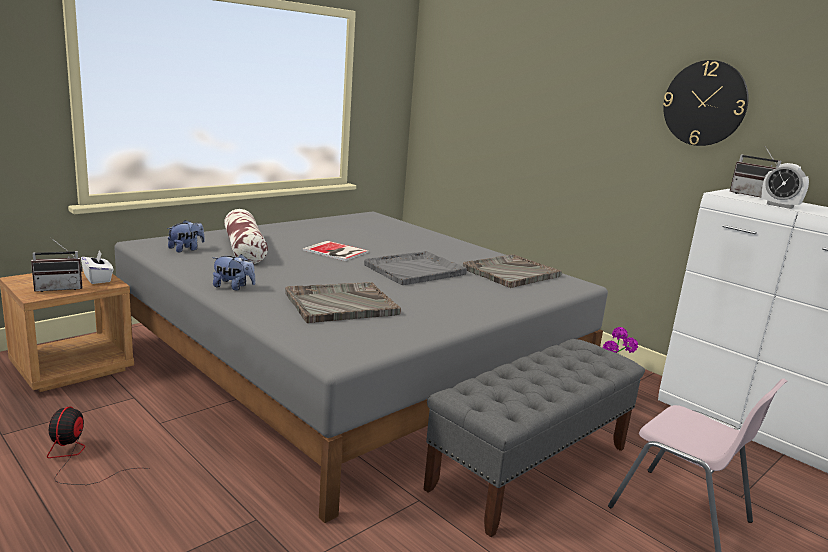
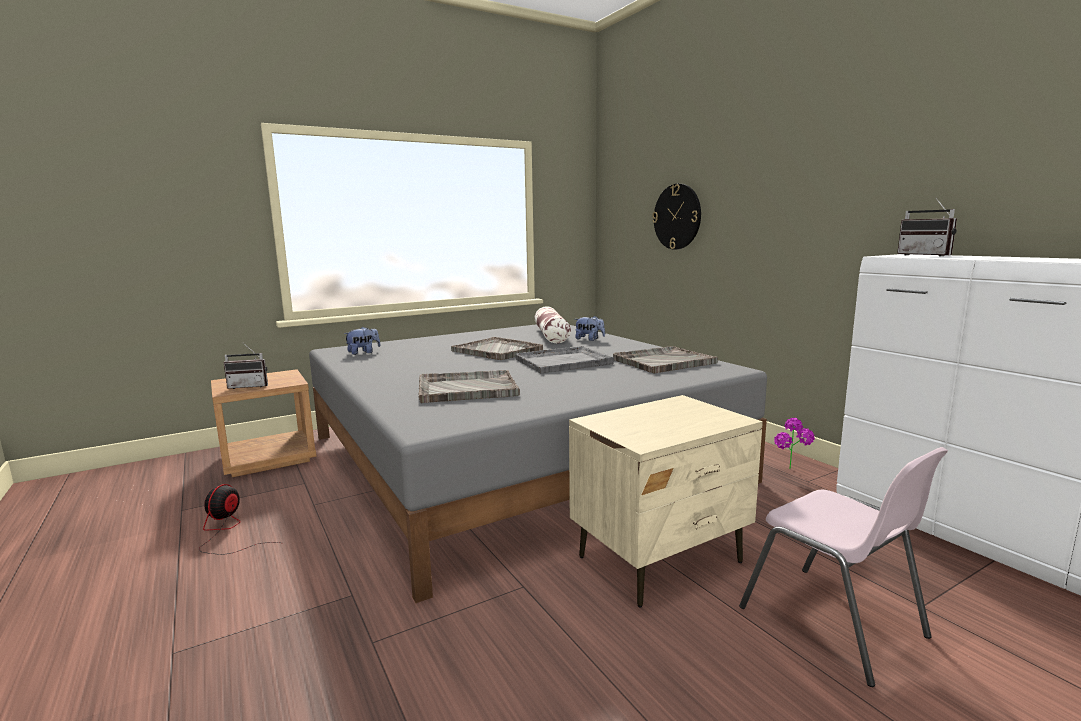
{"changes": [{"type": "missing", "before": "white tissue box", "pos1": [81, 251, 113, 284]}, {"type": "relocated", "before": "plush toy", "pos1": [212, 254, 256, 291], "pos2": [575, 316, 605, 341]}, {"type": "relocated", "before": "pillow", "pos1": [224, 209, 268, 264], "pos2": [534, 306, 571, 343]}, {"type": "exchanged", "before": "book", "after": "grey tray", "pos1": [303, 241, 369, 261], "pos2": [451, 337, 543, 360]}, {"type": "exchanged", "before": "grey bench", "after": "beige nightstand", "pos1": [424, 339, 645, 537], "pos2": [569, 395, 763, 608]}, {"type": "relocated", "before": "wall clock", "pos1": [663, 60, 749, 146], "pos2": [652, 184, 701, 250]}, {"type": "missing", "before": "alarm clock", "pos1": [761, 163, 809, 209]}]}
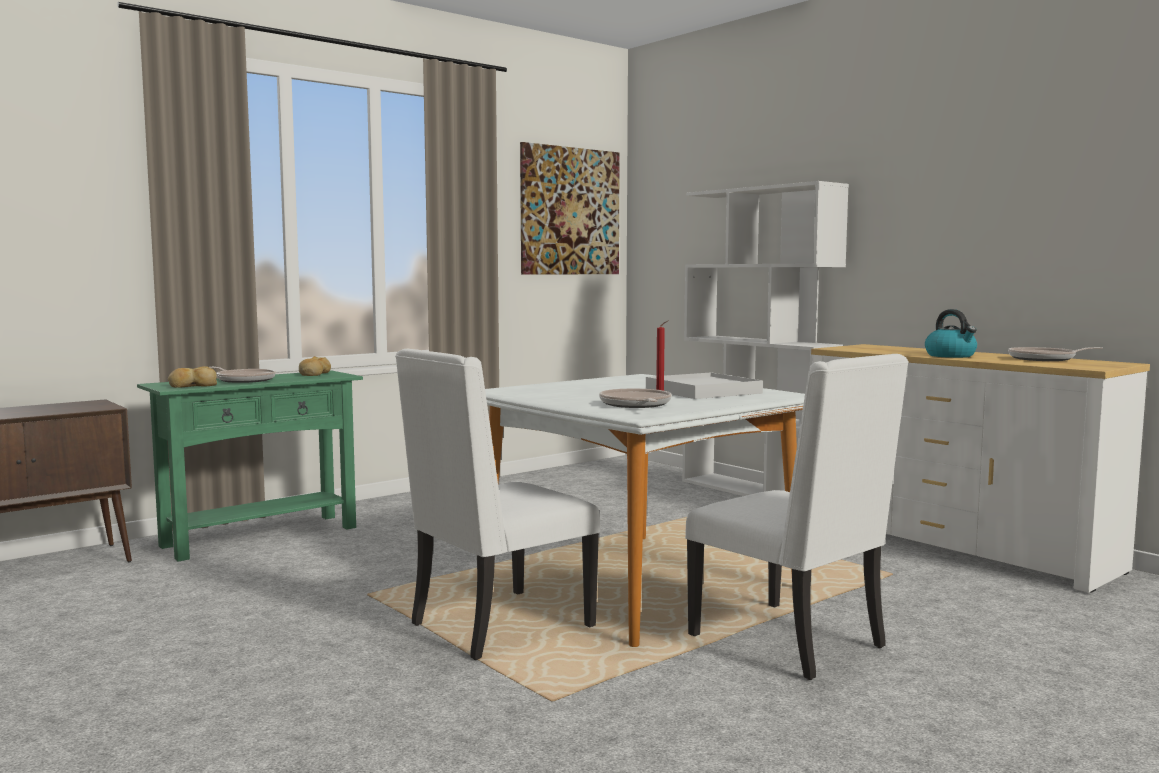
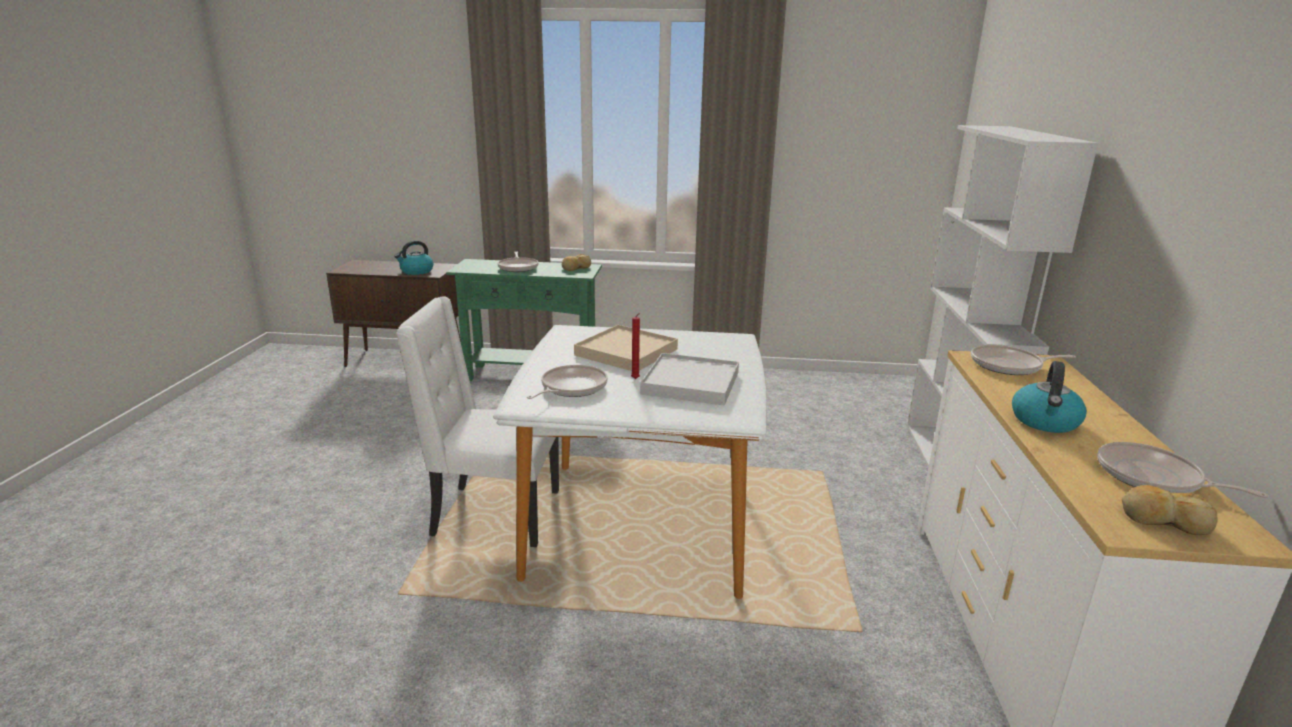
{"changes": [{"type": "relocated", "before": "bread", "pos1": [168, 366, 217, 388], "pos2": [1122, 485, 1218, 535]}, {"type": "missing", "before": "picture", "pos1": [520, 142, 620, 275]}, {"type": "missing", "before": "white chair", "pos1": [685, 354, 909, 680]}, {"type": "appeared", "after": "kettle", "pos2": [394, 240, 433, 275]}, {"type": "appeared", "after": "beige tray", "pos2": [574, 325, 678, 371]}, {"type": "appeared", "after": "frying pan", "pos2": [971, 345, 1076, 375]}]}
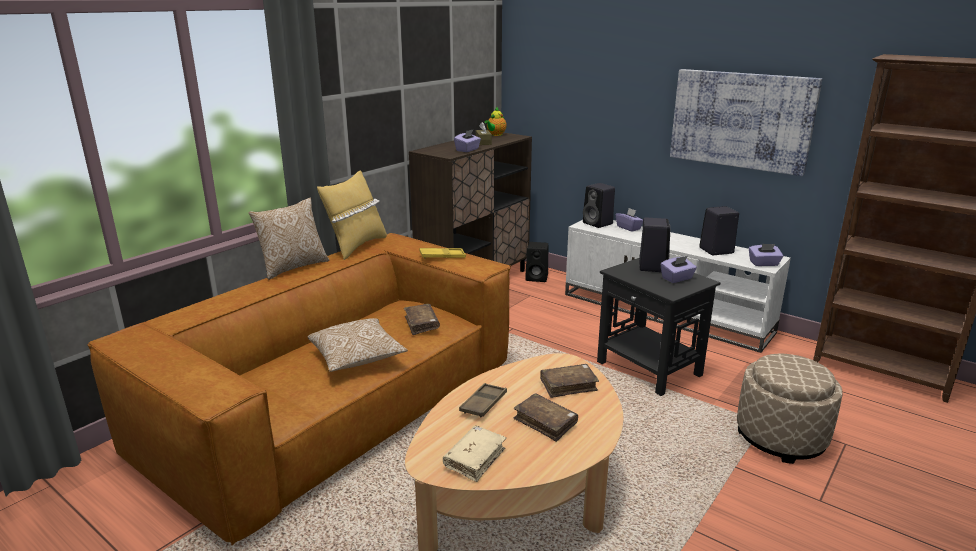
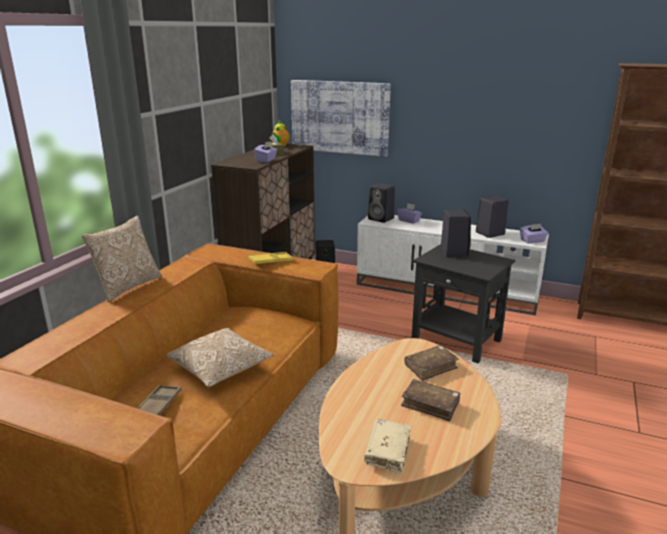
{"changes": [{"type": "missing", "before": "yellow pillow", "pos1": [317, 170, 387, 260]}, {"type": "missing", "before": "brown book", "pos1": [404, 304, 440, 335]}, {"type": "relocated", "before": "brown tray", "pos1": [459, 383, 507, 418], "pos2": [138, 385, 182, 415]}, {"type": "missing", "before": "purple tissue box", "pos1": [661, 256, 697, 283]}, {"type": "relocated", "before": "picture", "pos1": [670, 69, 822, 176], "pos2": [291, 80, 391, 157]}, {"type": "missing", "before": "beige ottoman", "pos1": [737, 354, 843, 464]}]}
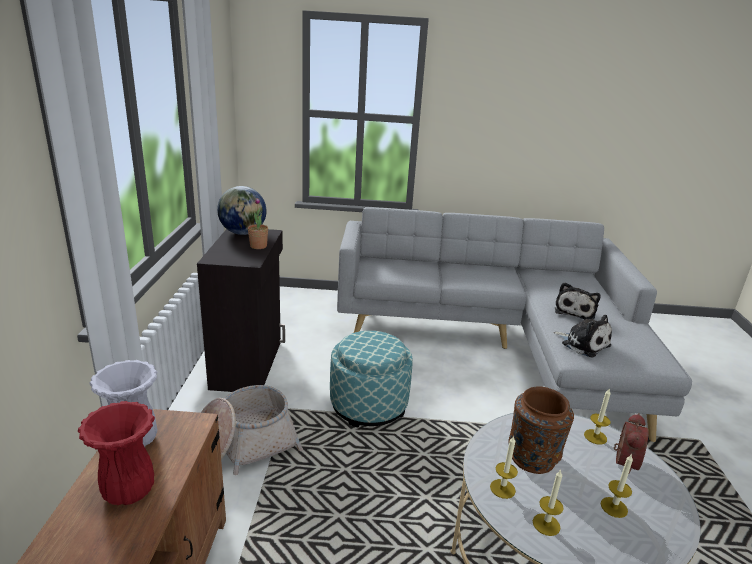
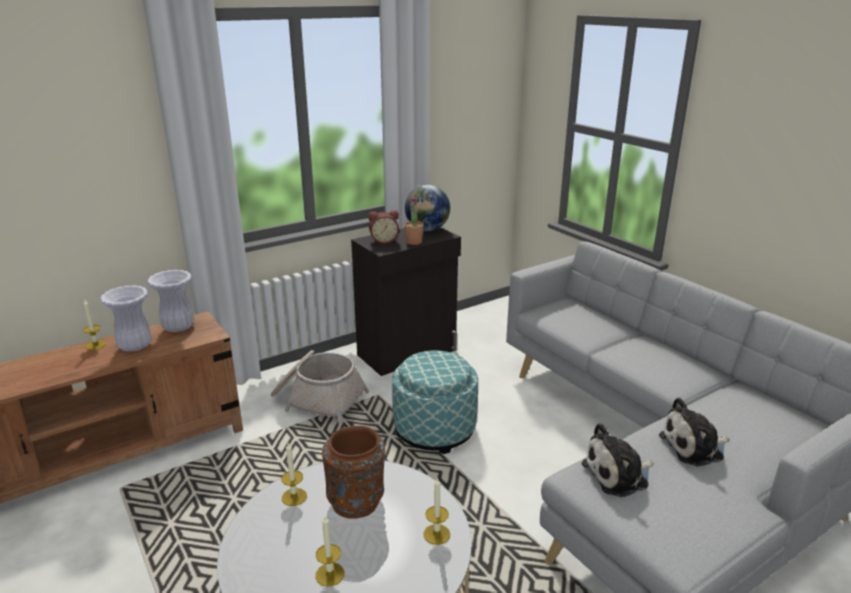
{"changes": [{"type": "colour", "before": "red vase", "after": "white vase", "pos1": [78, 401, 155, 506], "pos2": [100, 285, 152, 352]}, {"type": "relocated", "before": "candle", "pos1": [533, 470, 564, 536], "pos2": [83, 300, 106, 350]}, {"type": "spun", "before": "plush toy", "pos1": [553, 315, 612, 358], "pos2": [581, 423, 654, 497], "turn": 60}, {"type": "relocated", "before": "alarm clock", "pos1": [614, 413, 649, 474], "pos2": [368, 210, 399, 244]}]}
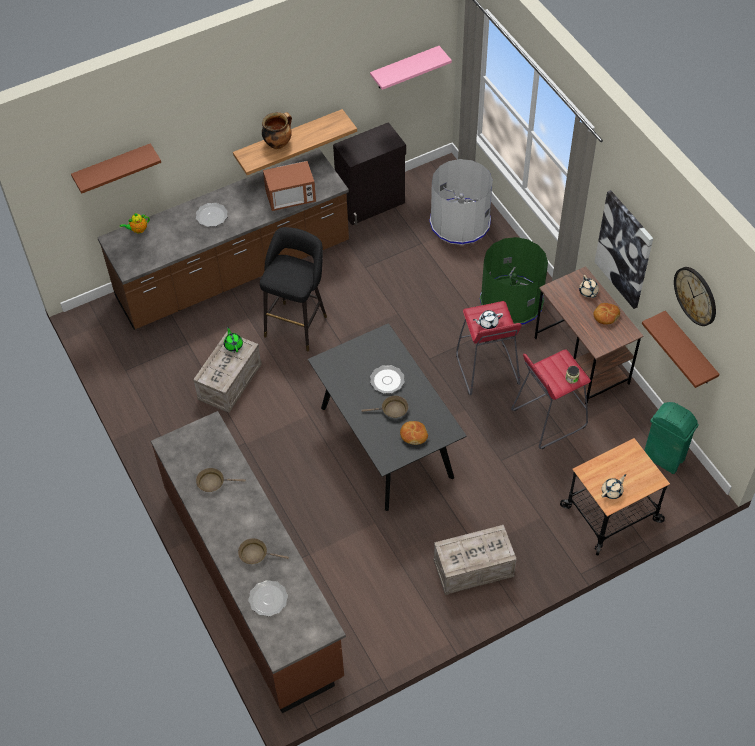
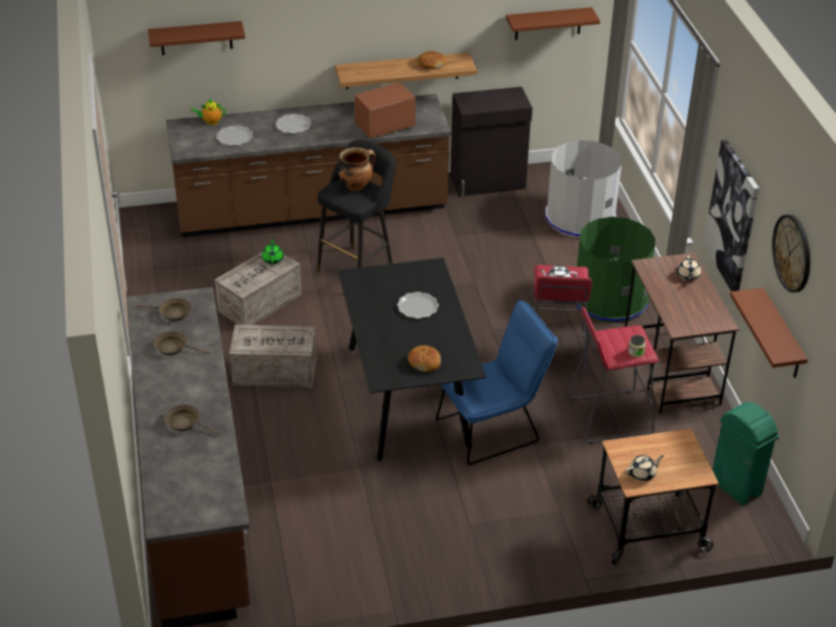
{"changes": [{"type": "relocated", "before": "plate", "pos1": [248, 580, 288, 617], "pos2": [217, 125, 253, 146]}, {"type": "relocated", "before": "cooking pot", "pos1": [262, 112, 292, 149], "pos2": [337, 147, 376, 191]}, {"type": "spun", "before": "microwave", "pos1": [263, 161, 316, 211], "pos2": [354, 82, 416, 139], "turn": 150}, {"type": "relocated", "before": "brown frying pan", "pos1": [362, 396, 408, 418], "pos2": [137, 298, 191, 321]}, {"type": "colour", "before": "pink shelf", "after": "brown shelf", "pos1": [370, 46, 452, 90], "pos2": [506, 7, 600, 40]}, {"type": "relocated", "before": "crate", "pos1": [434, 525, 517, 595], "pos2": [229, 325, 316, 388]}, {"type": "relocated", "before": "bread", "pos1": [594, 303, 620, 325], "pos2": [418, 51, 447, 69]}, {"type": "appeared", "after": "blue chair", "pos2": [436, 300, 558, 465]}]}
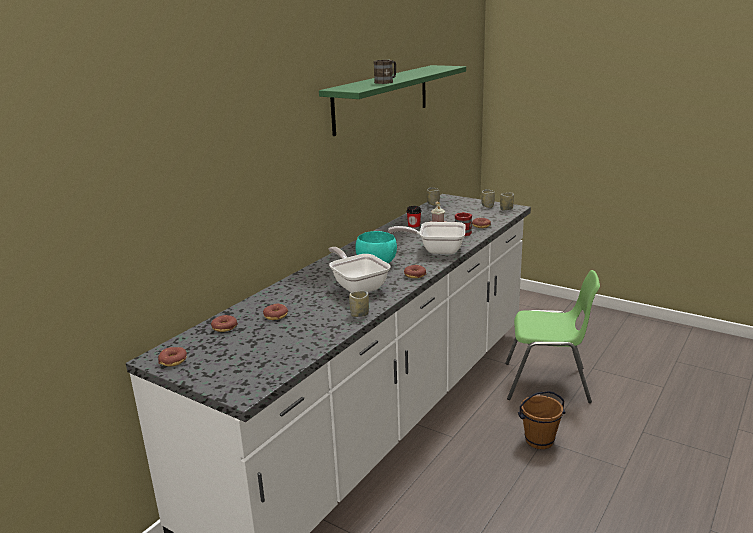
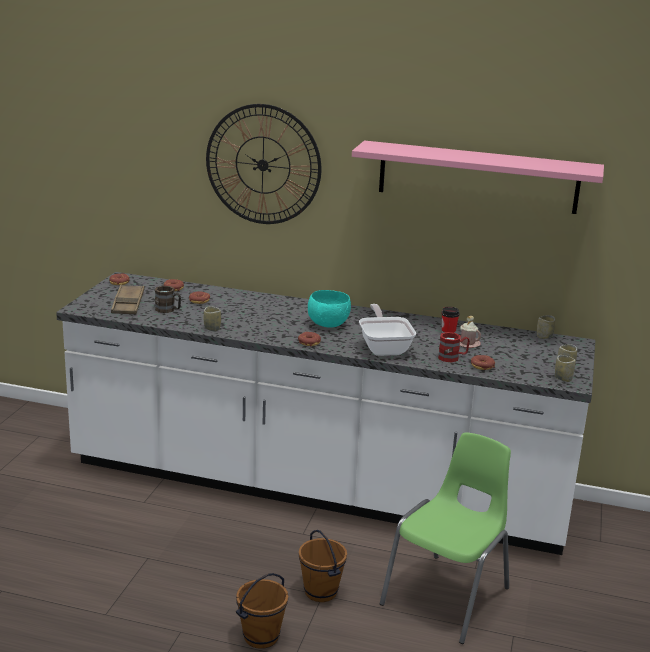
{"changes": [{"type": "colour", "before": "green shelf", "after": "pink shelf", "pos1": [319, 65, 466, 136], "pos2": [352, 140, 604, 214]}, {"type": "missing", "before": "frying pan", "pos1": [329, 247, 390, 293]}, {"type": "relocated", "before": "brown mug", "pos1": [374, 60, 396, 84], "pos2": [155, 286, 181, 313]}, {"type": "spun", "before": "green chair", "pos1": [505, 270, 600, 403], "pos2": [379, 432, 511, 644], "turn": -135}, {"type": "appeared", "after": "brown tray", "pos2": [111, 285, 144, 315]}, {"type": "appeared", "after": "wall clock", "pos2": [206, 104, 321, 224]}, {"type": "appeared", "after": "brown bucket", "pos2": [236, 573, 288, 649]}]}
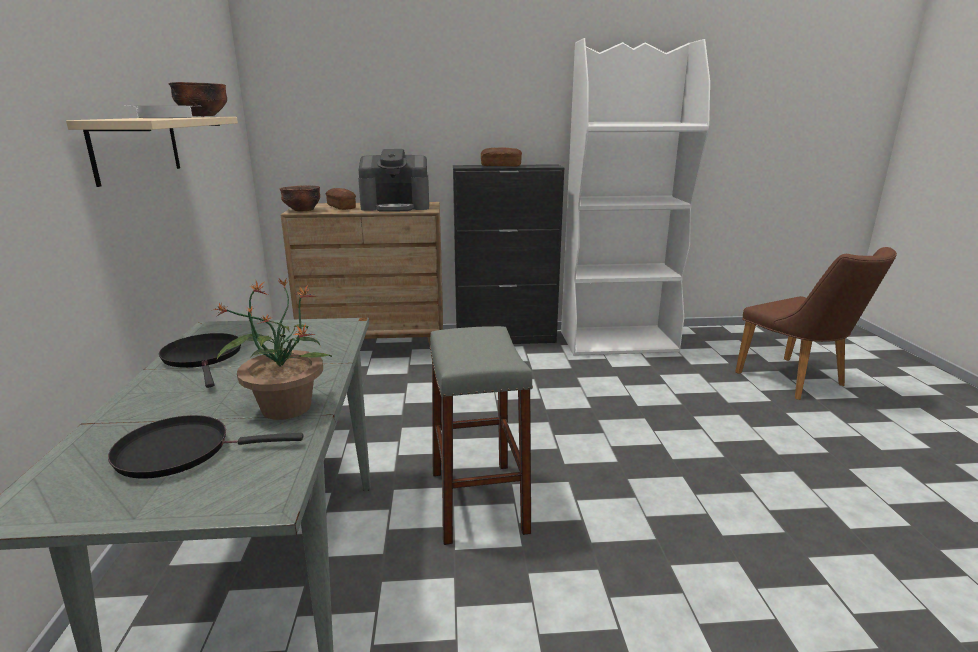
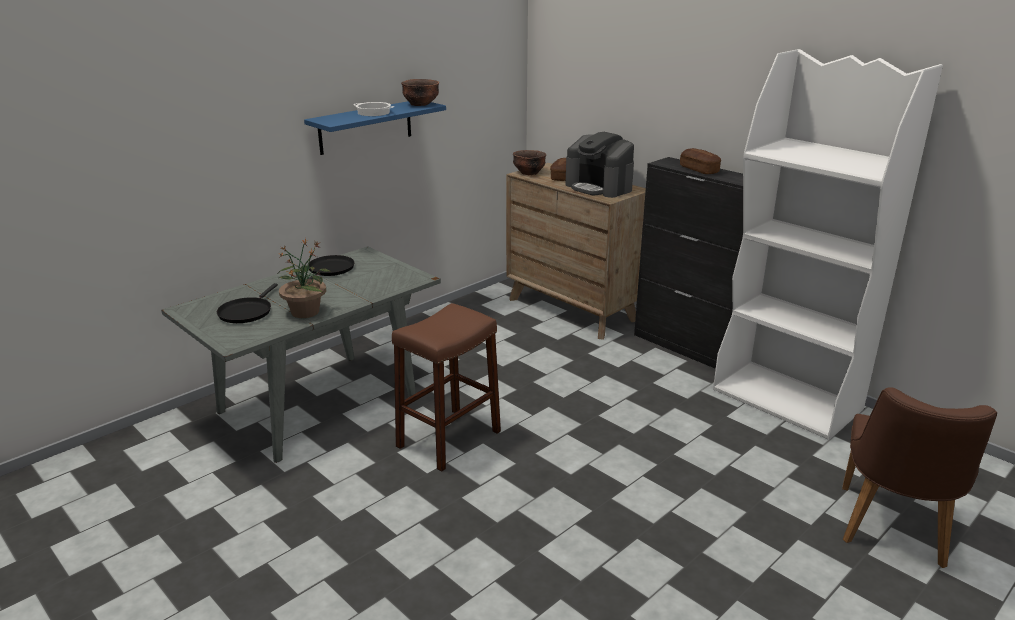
{"changes": [{"type": "colour", "before": "beige shelf", "after": "blue shelf", "pos1": [66, 117, 238, 187], "pos2": [304, 101, 446, 155]}, {"type": "spun", "before": "black frying pan", "pos1": [108, 415, 303, 478], "pos2": [217, 283, 278, 323], "turn": -120}, {"type": "colour", "before": "grey stool", "after": "brown stool", "pos1": [430, 326, 533, 545], "pos2": [392, 303, 501, 472]}]}
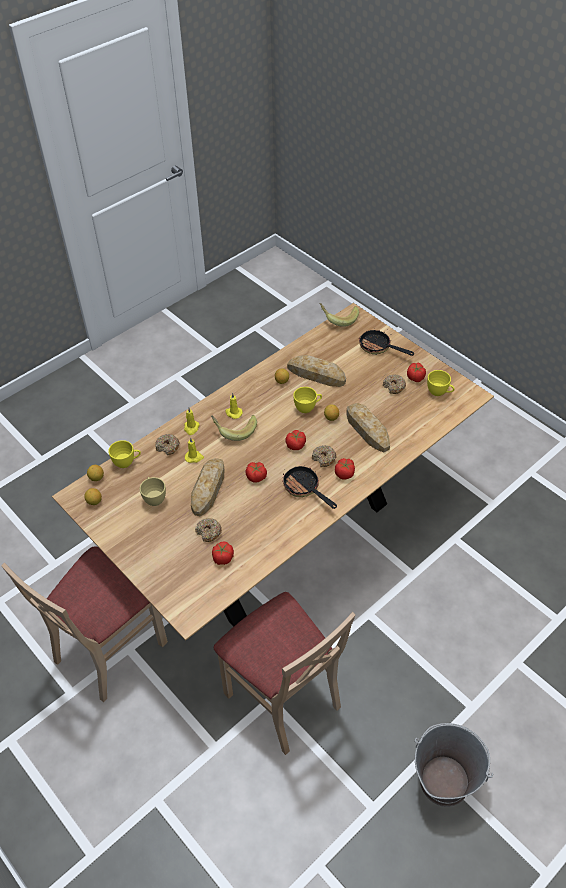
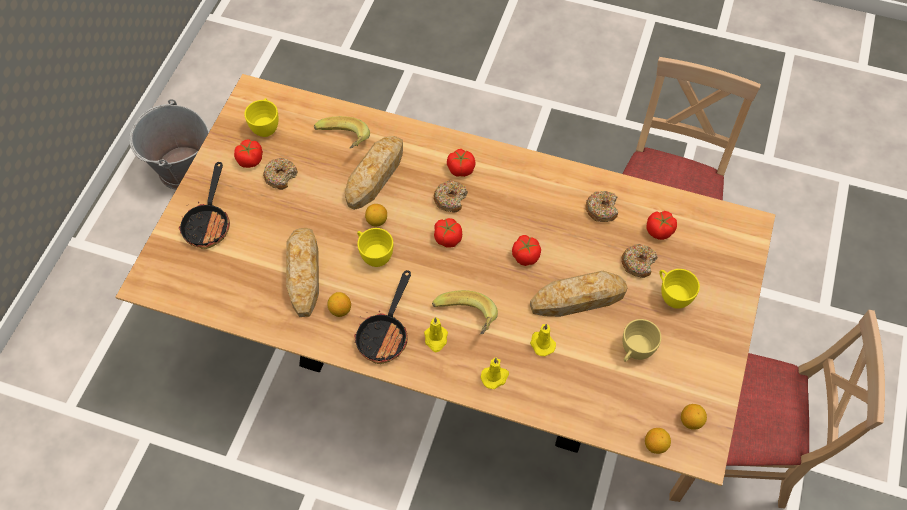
{"changes": [{"type": "relocated", "before": "yellow cup", "pos1": [108, 440, 141, 468], "pos2": [659, 269, 700, 308]}, {"type": "relocated", "before": "donut", "pos1": [155, 434, 180, 455], "pos2": [585, 191, 618, 222]}, {"type": "relocated", "before": "frying pan", "pos1": [282, 465, 337, 509], "pos2": [354, 270, 411, 364]}, {"type": "relocated", "before": "banana", "pos1": [319, 303, 359, 327], "pos2": [314, 116, 370, 149]}, {"type": "relocated", "before": "grey bucket", "pos1": [415, 723, 493, 807], "pos2": [129, 99, 210, 190]}]}
